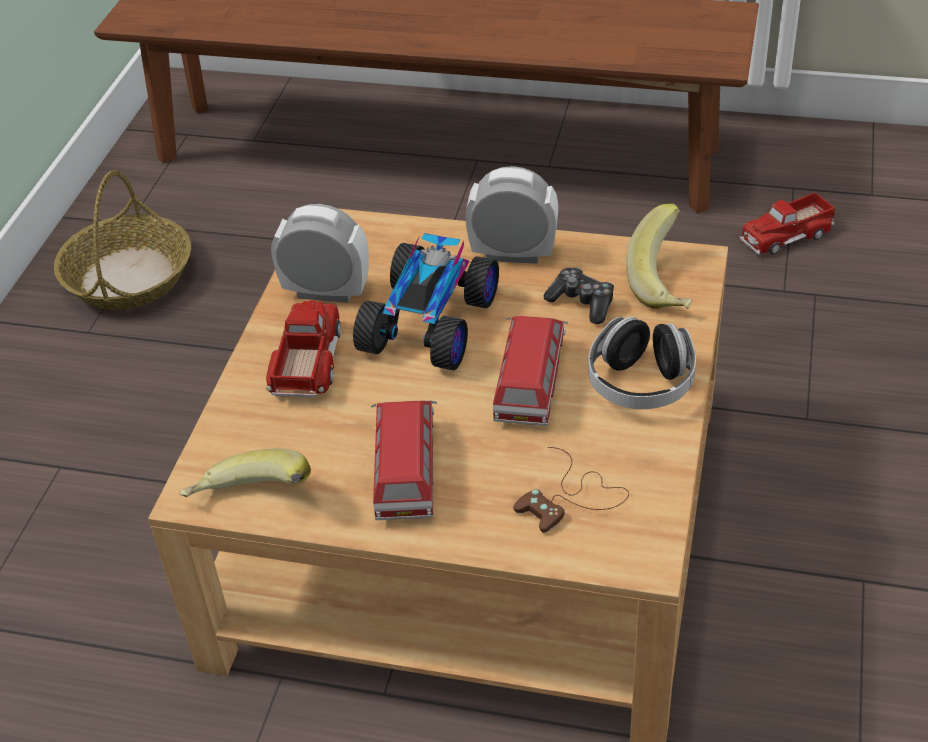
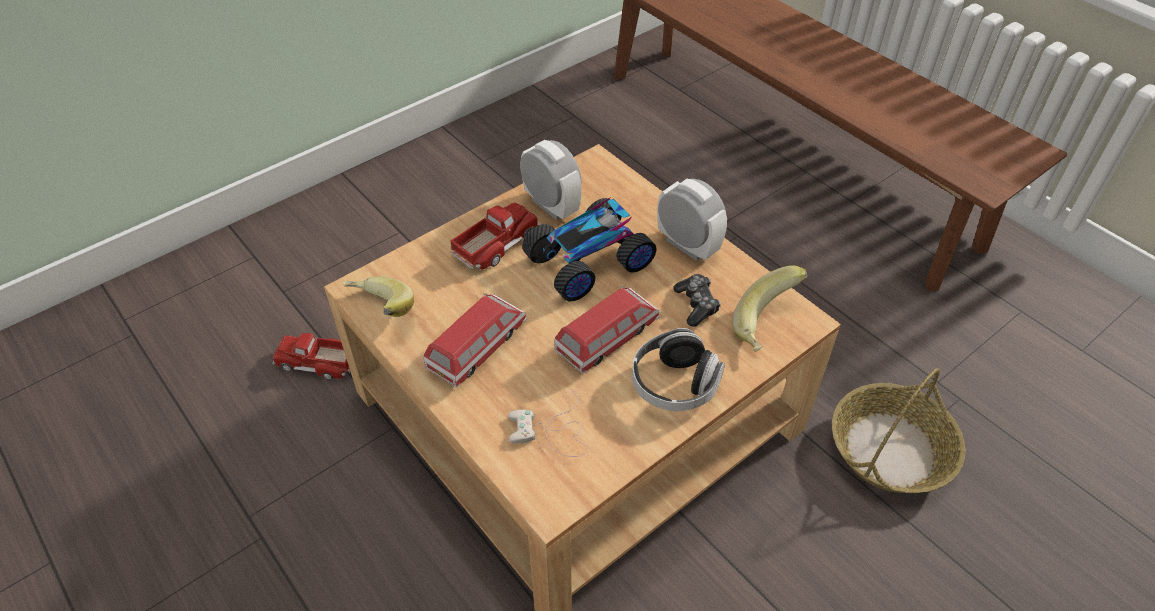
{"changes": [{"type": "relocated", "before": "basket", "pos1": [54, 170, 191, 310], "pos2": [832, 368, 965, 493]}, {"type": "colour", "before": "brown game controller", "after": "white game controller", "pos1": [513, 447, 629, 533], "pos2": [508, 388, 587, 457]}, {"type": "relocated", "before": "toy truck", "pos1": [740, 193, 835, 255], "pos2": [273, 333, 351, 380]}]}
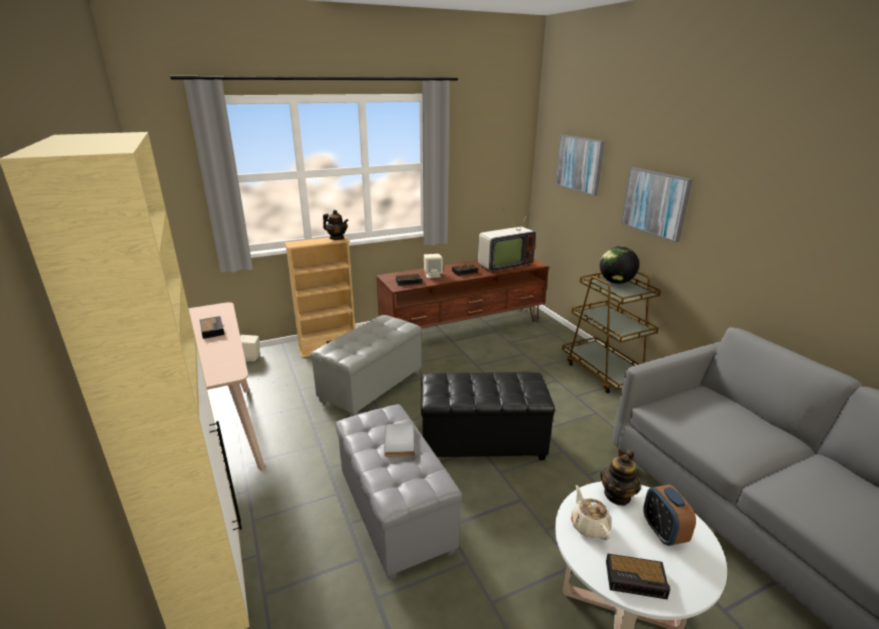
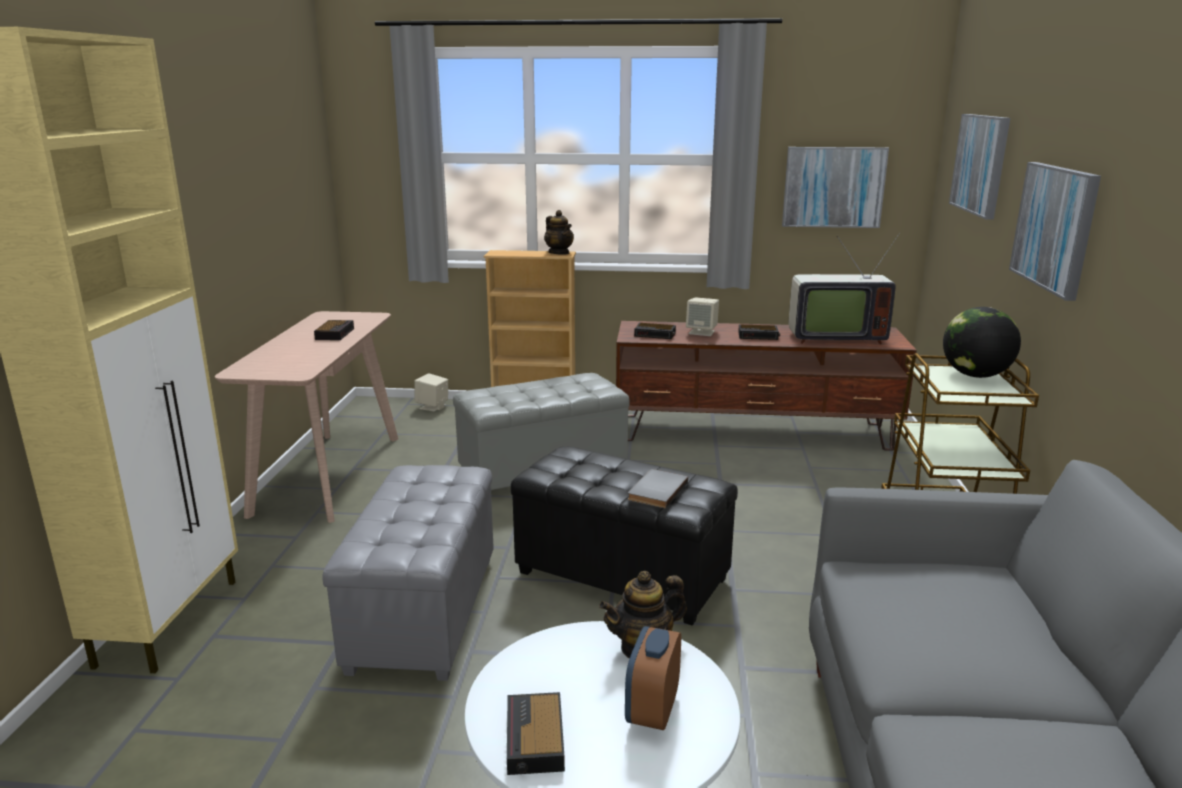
{"changes": [{"type": "relocated", "before": "grey book", "pos1": [384, 423, 415, 457], "pos2": [628, 469, 688, 508]}, {"type": "missing", "before": "beige teapot", "pos1": [571, 485, 612, 540]}, {"type": "spun", "before": "alarm clock", "pos1": [606, 554, 671, 599], "pos2": [507, 692, 565, 775], "turn": 45}, {"type": "appeared", "after": "picture", "pos2": [782, 147, 889, 228]}]}
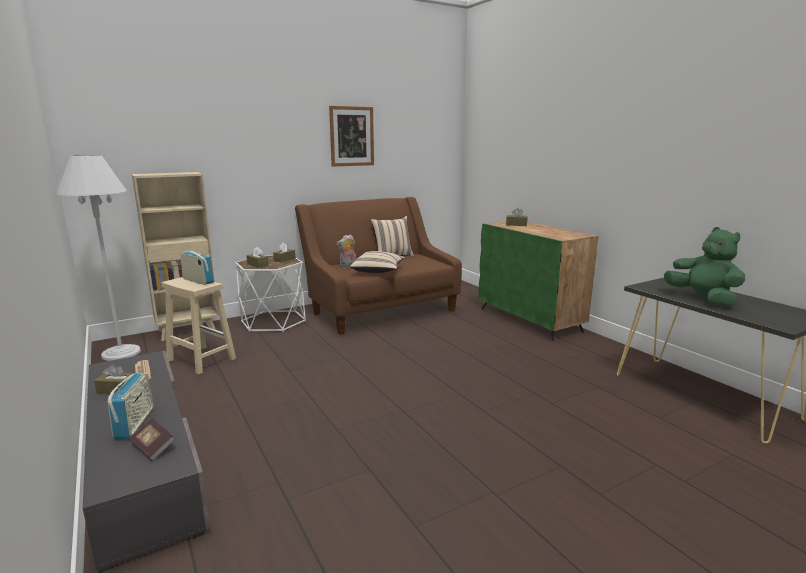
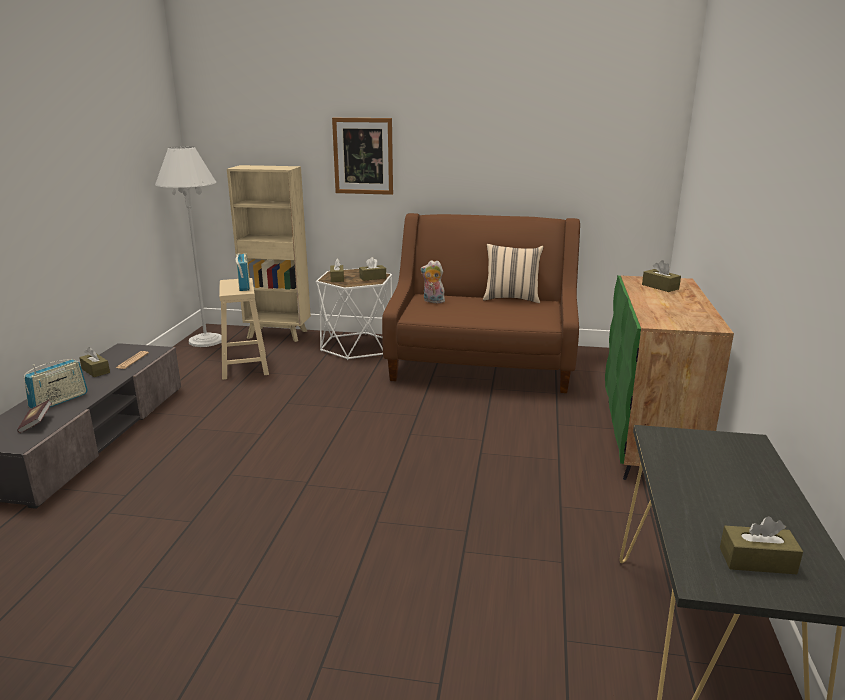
{"changes": [{"type": "relocated", "before": "picture", "pos1": [329, 106, 374, 167], "pos2": [332, 118, 393, 195]}, {"type": "missing", "before": "beige pillow", "pos1": [350, 251, 405, 273]}, {"type": "missing", "before": "green plush toy", "pos1": [664, 227, 745, 307]}, {"type": "appeared", "after": "brown tissue box", "pos2": [720, 516, 803, 574]}]}
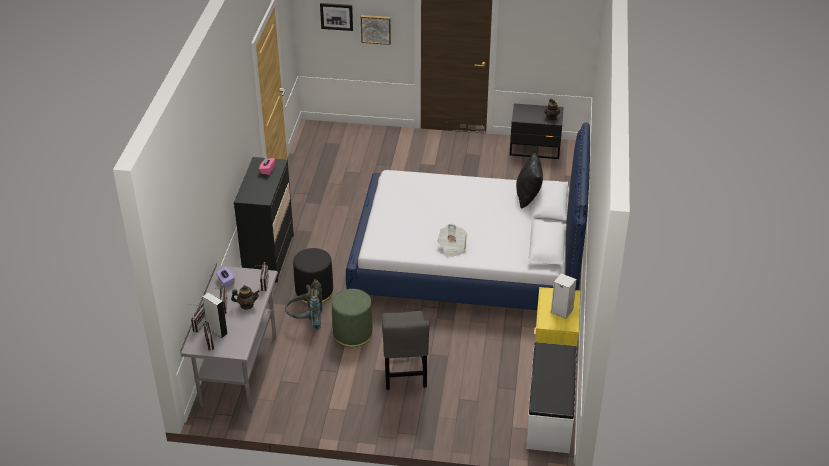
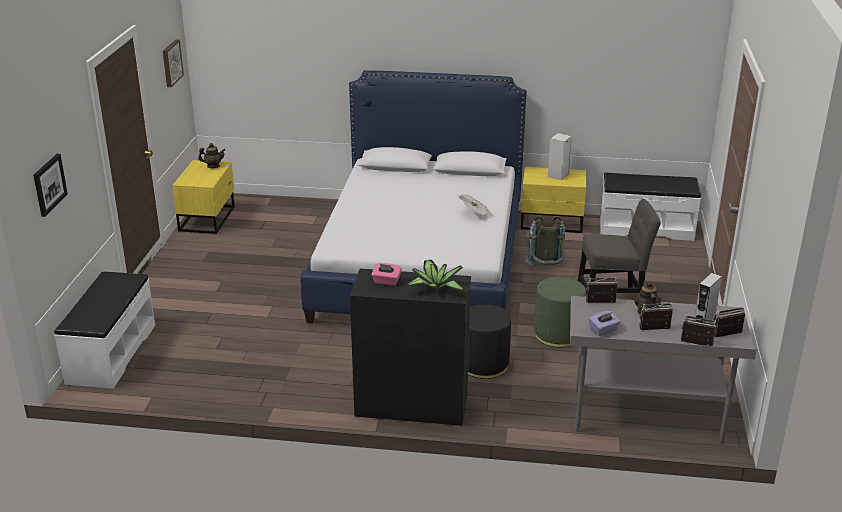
{"changes": [{"type": "relocated", "before": "grey backpack", "pos1": [285, 279, 323, 330], "pos2": [526, 217, 565, 266]}, {"type": "relocated", "before": "picture", "pos1": [361, 15, 391, 45], "pos2": [163, 40, 184, 87]}, {"type": "colour", "before": "black nightstand", "after": "yellow nightstand", "pos1": [510, 103, 564, 159], "pos2": [172, 160, 235, 234]}, {"type": "missing", "before": "black pillow", "pos1": [516, 153, 543, 209]}, {"type": "appeared", "after": "white bench", "pos2": [54, 271, 155, 389]}, {"type": "appeared", "after": "potted plant", "pos2": [407, 260, 466, 291]}]}
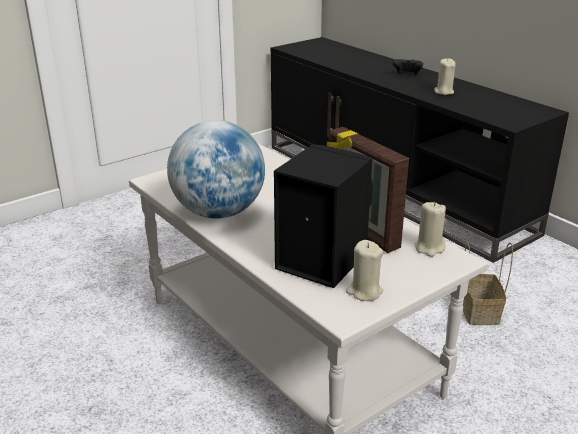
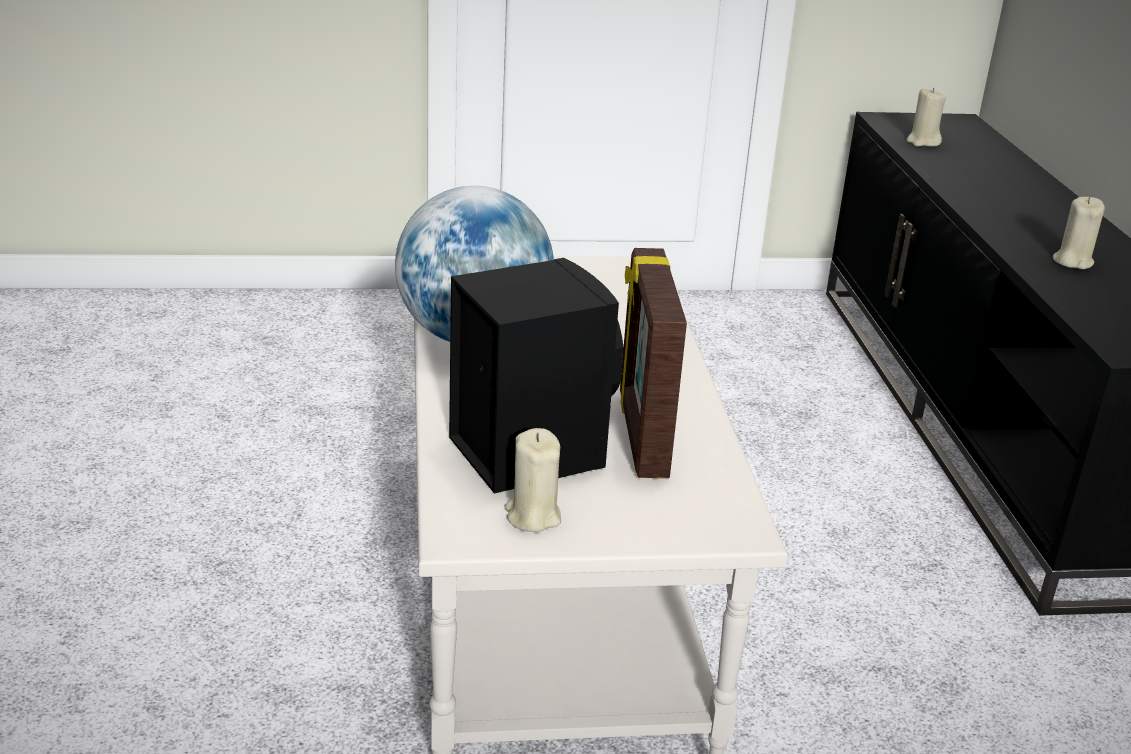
{"changes": [{"type": "missing", "before": "black game controller", "pos1": [393, 59, 423, 75]}, {"type": "relocated", "before": "beige candle", "pos1": [415, 202, 446, 257], "pos2": [906, 88, 946, 147]}, {"type": "missing", "before": "basket", "pos1": [463, 242, 513, 325]}]}
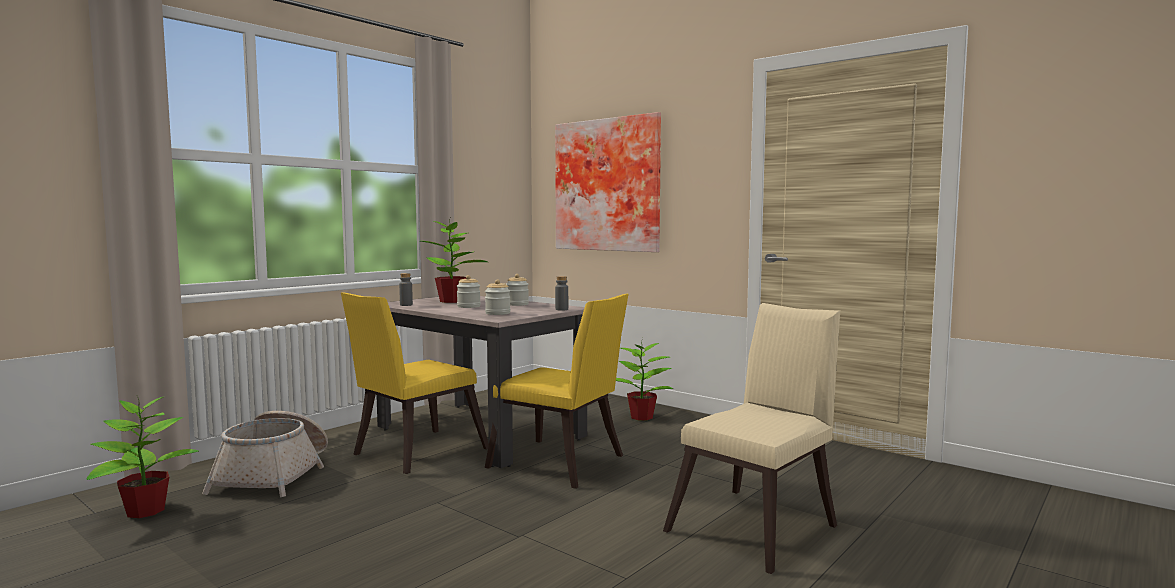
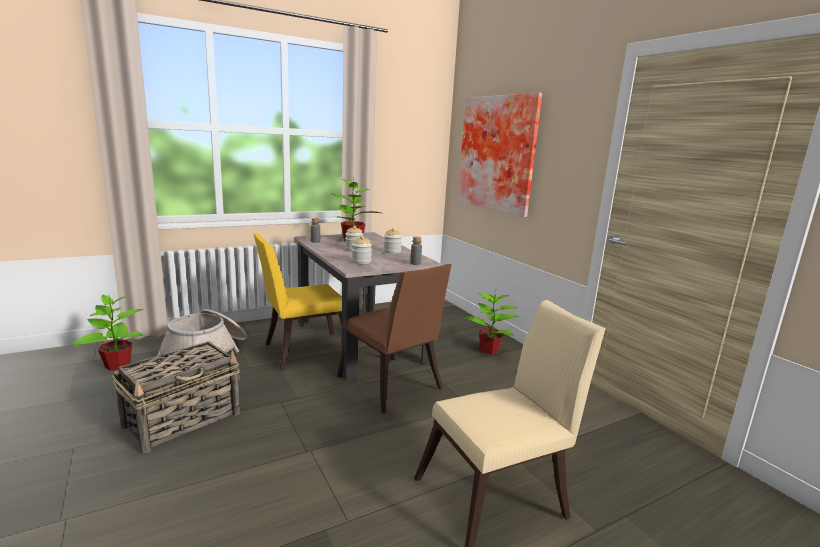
{"changes": [{"type": "colour", "before": "yellow chair", "after": "brown chair", "pos1": [485, 294, 628, 489], "pos2": [337, 264, 452, 414]}, {"type": "appeared", "after": "basket", "pos2": [112, 341, 240, 453]}]}
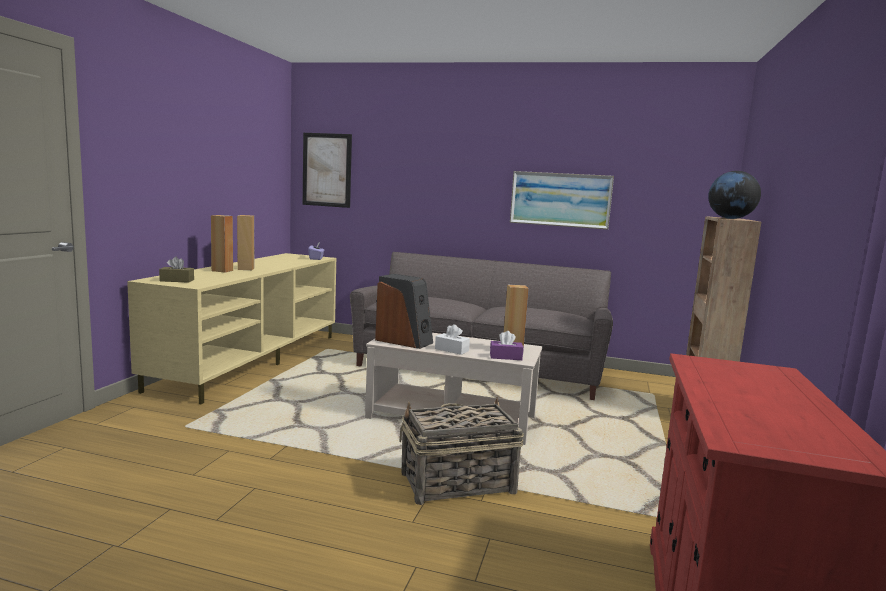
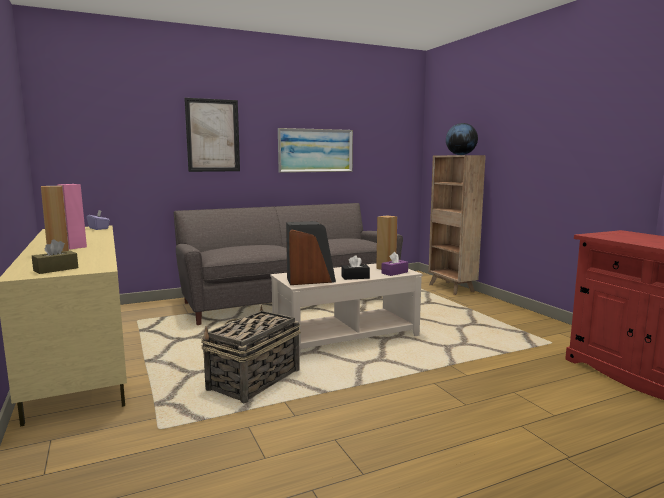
{"changes": [{"type": "colour", "before": "brown speaker", "after": "pink speaker", "pos1": [237, 215, 254, 270], "pos2": [57, 184, 87, 249]}, {"type": "relocated", "before": "picture", "pos1": [303, 133, 352, 208], "pos2": [184, 98, 240, 172]}, {"type": "relocated", "before": "basket", "pos1": [399, 397, 524, 505], "pos2": [201, 305, 301, 403]}, {"type": "colour", "before": "white tissue box", "after": "black tissue box", "pos1": [435, 324, 470, 355], "pos2": [341, 255, 370, 280]}]}
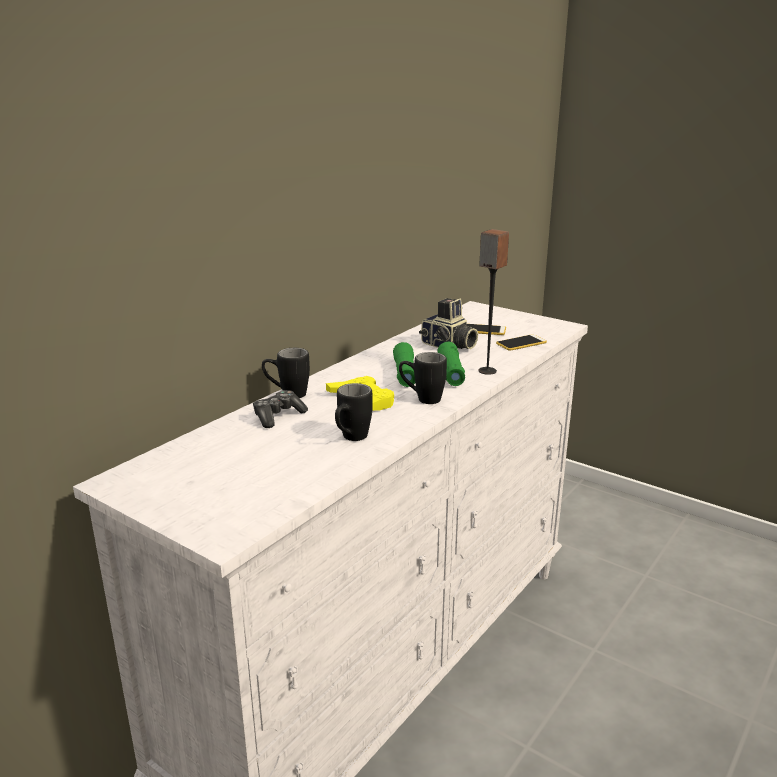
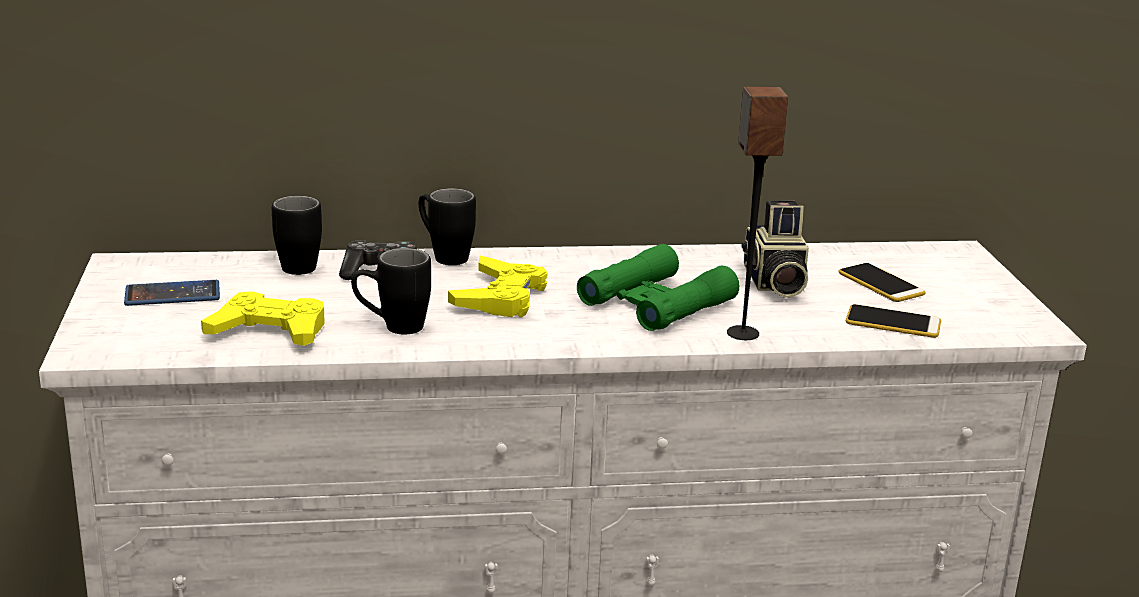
{"changes": [{"type": "relocated", "before": "black mug", "pos1": [399, 352, 447, 404], "pos2": [272, 196, 322, 275]}, {"type": "appeared", "after": "phone", "pos2": [124, 280, 220, 306]}, {"type": "appeared", "after": "yellow game controller", "pos2": [201, 291, 325, 346]}]}
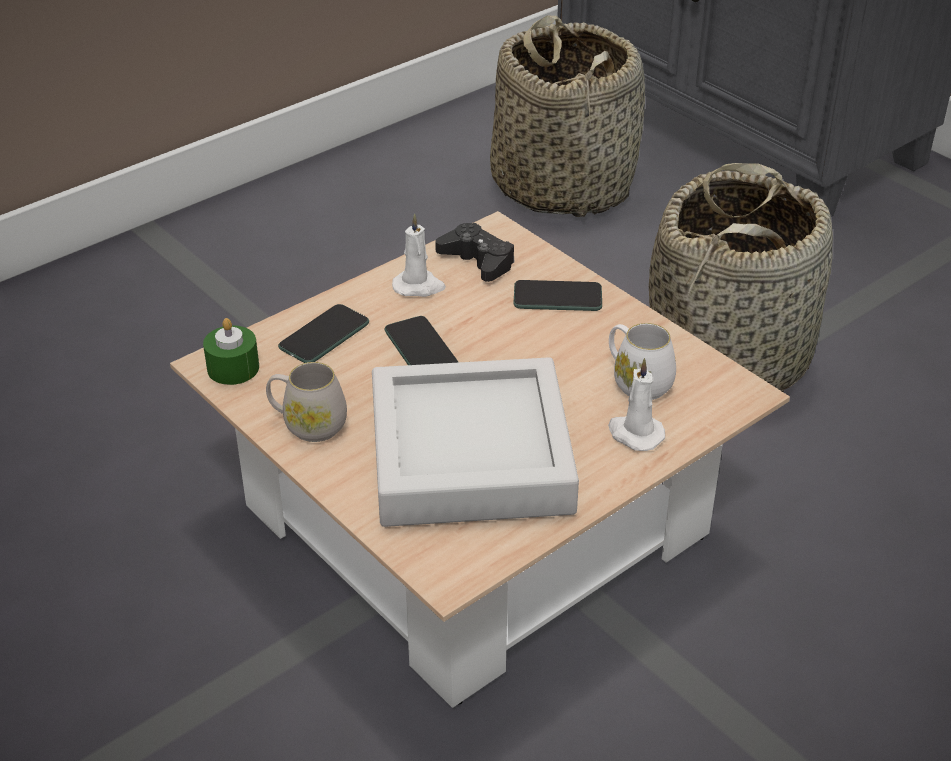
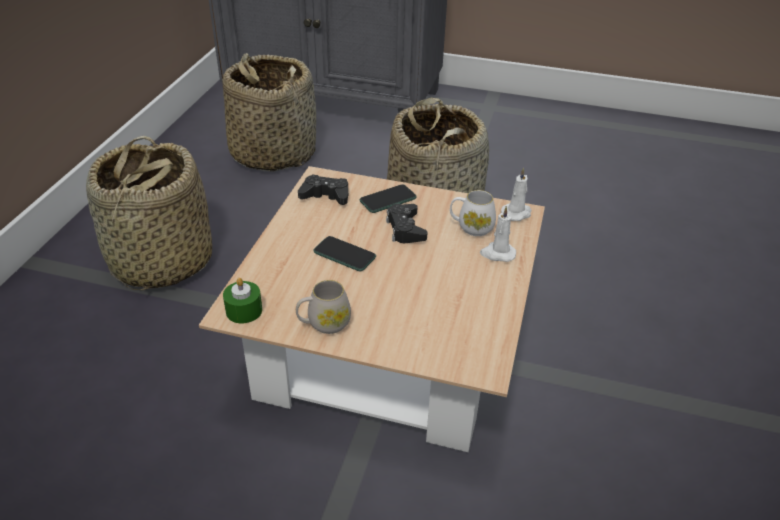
{"changes": [{"type": "missing", "before": "phone", "pos1": [278, 304, 369, 363]}, {"type": "missing", "before": "grey tray", "pos1": [372, 357, 579, 527]}, {"type": "relocated", "before": "white candle", "pos1": [392, 214, 446, 297], "pos2": [501, 168, 532, 221]}, {"type": "appeared", "after": "basket", "pos2": [86, 135, 212, 290]}, {"type": "appeared", "after": "black game controller", "pos2": [386, 204, 428, 243]}]}
